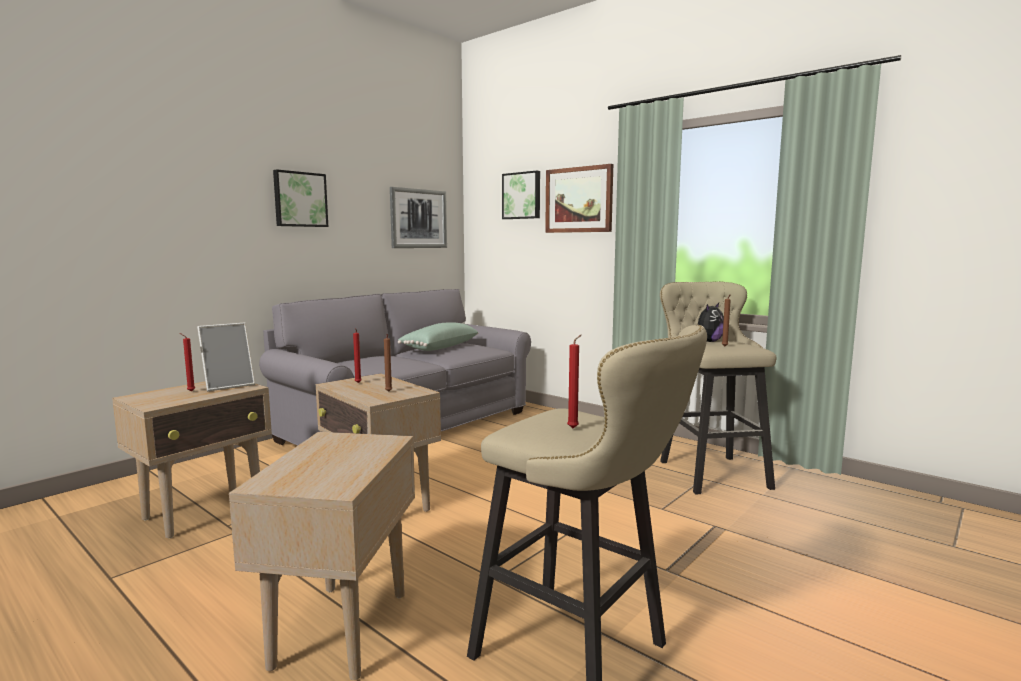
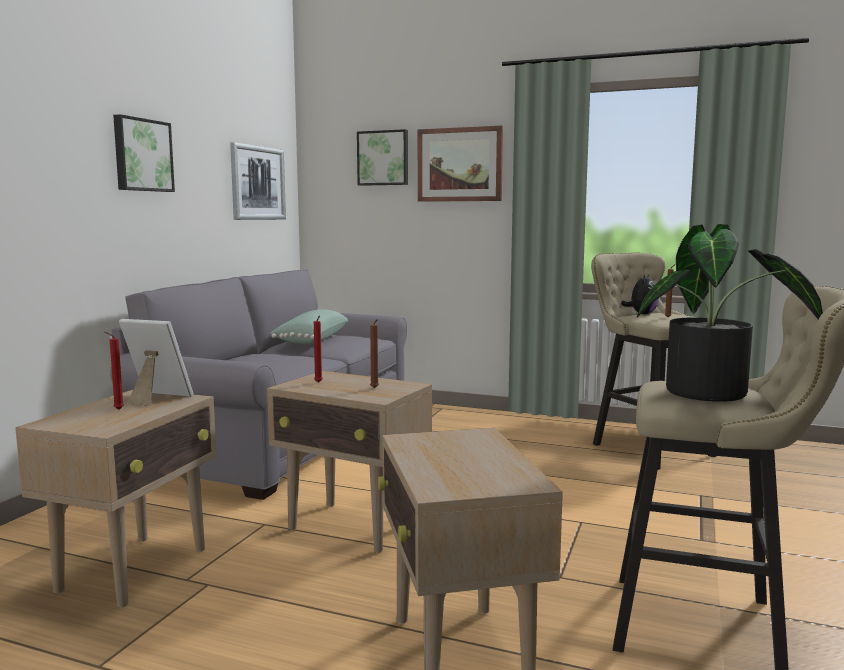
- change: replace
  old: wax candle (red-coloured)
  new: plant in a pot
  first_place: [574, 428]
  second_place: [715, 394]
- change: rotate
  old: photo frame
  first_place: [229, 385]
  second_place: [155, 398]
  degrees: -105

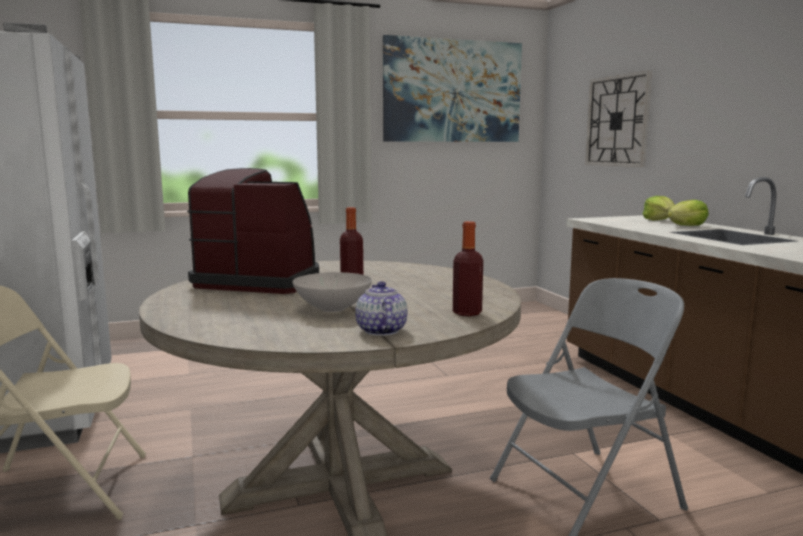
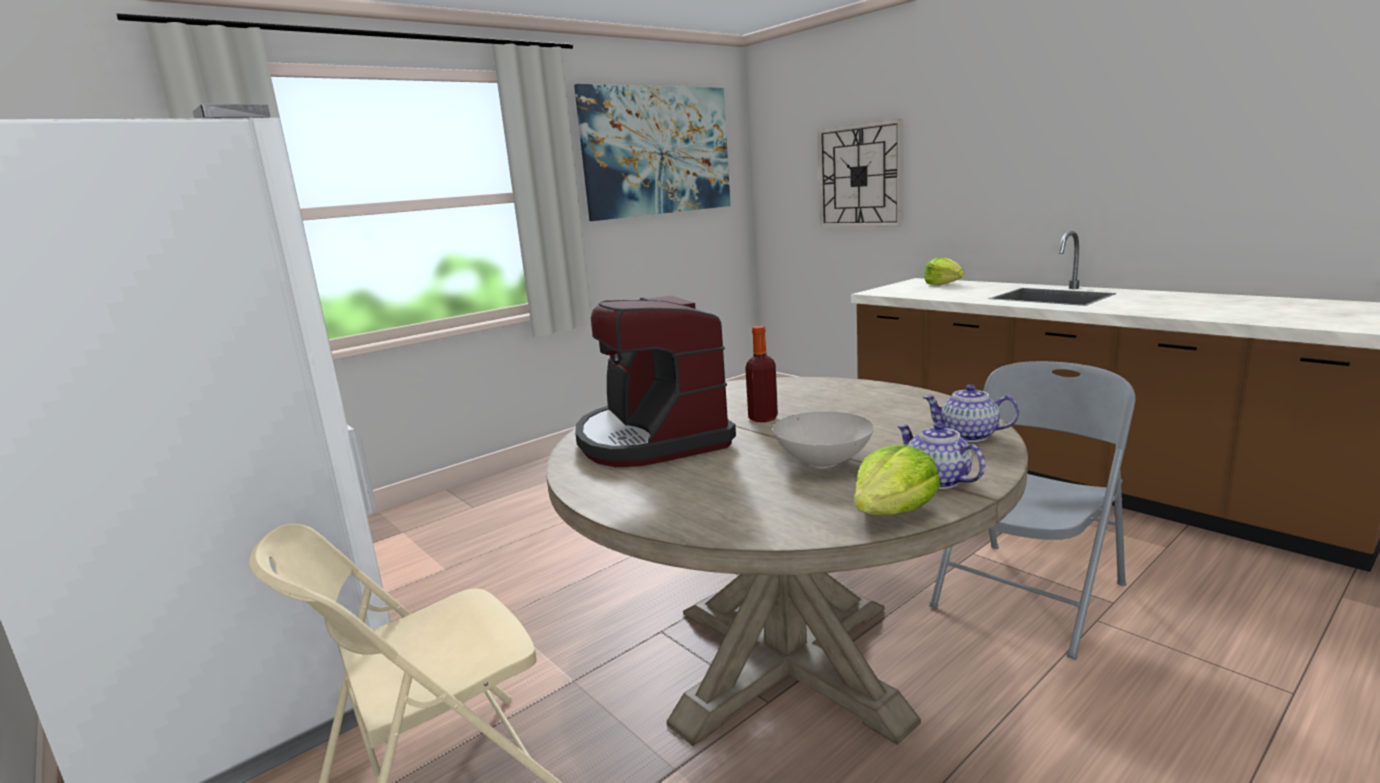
- change: move
  old: lettuce
  first_place: [686, 226]
  second_place: [893, 511]
- change: replace
  old: beverage bottle
  new: tea pot
  first_place: [467, 313]
  second_place: [969, 436]
- change: rotate
  old: coffee machine
  first_place: [260, 281]
  second_place: [652, 439]
  degrees: -105

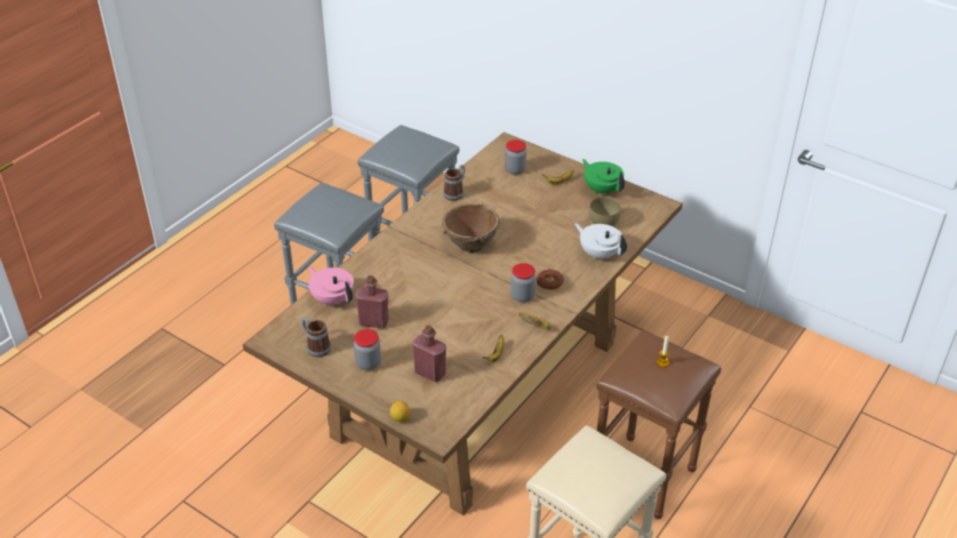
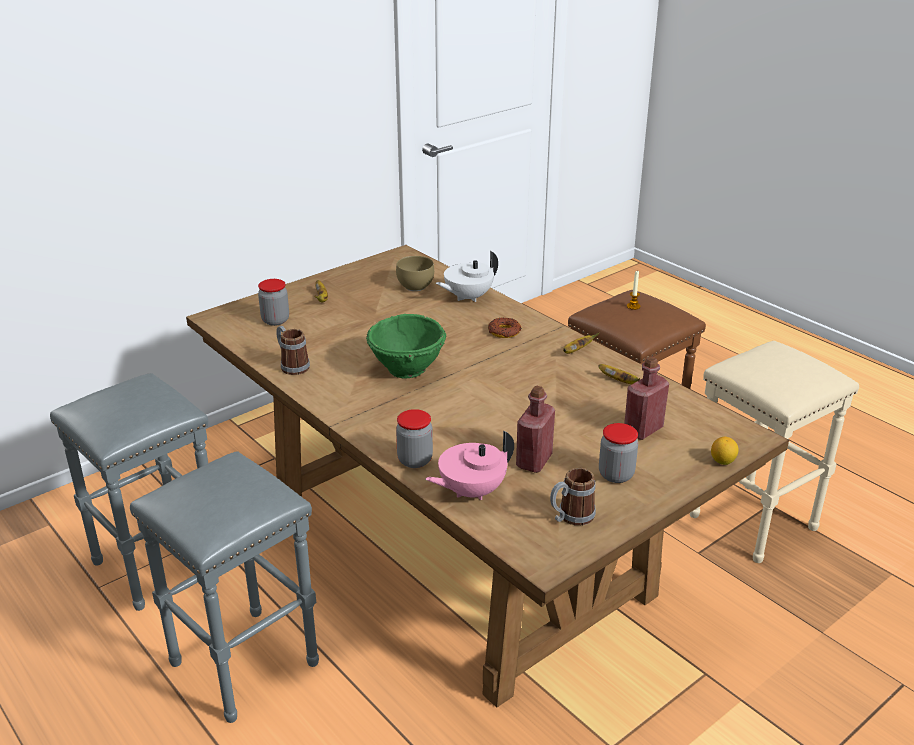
- change: delete
  old: tea pot (greenish)
  first_place: [602, 189]
- change: move
  old: preserve jar
  first_place: [522, 296]
  second_place: [415, 460]
- change: recolor
  old: bowl (brown-coloured)
  new: bowl (greenish)
  first_place: [470, 244]
  second_place: [407, 370]

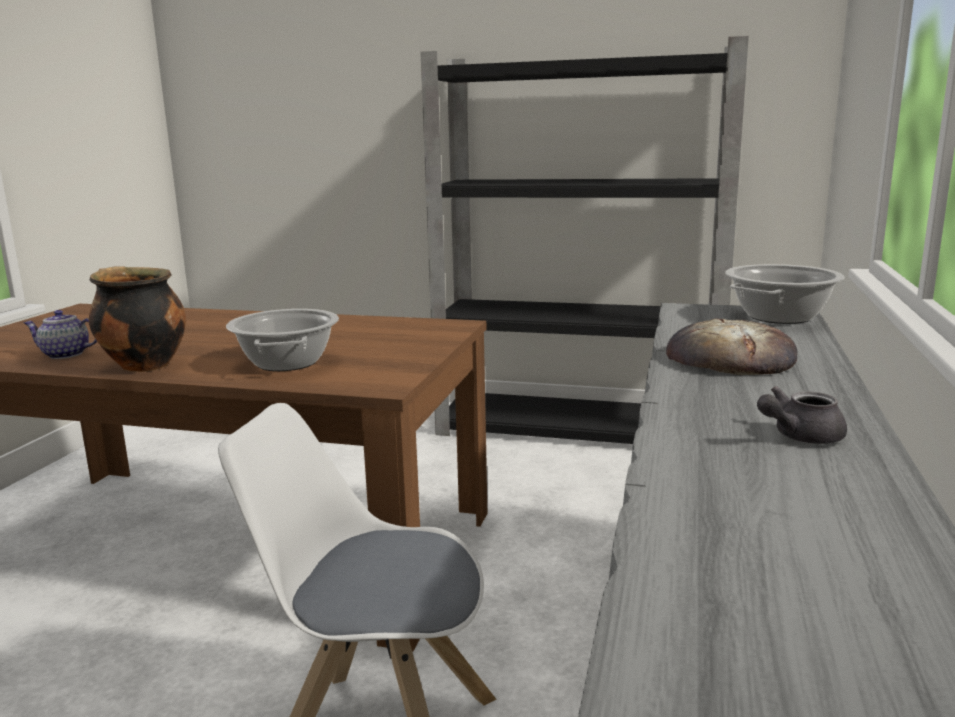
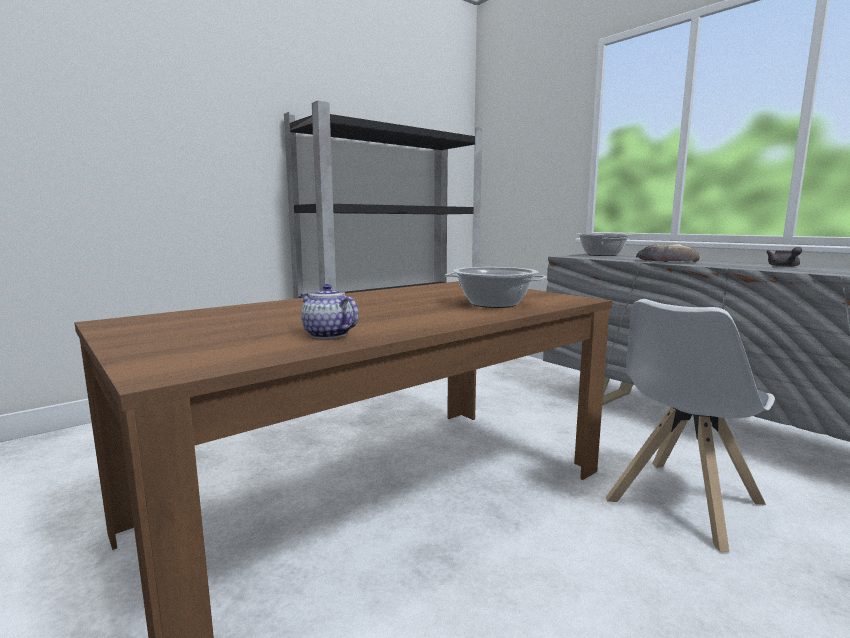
- change: delete
  old: saucepot
  first_place: [143, 365]
- change: rotate
  old: tea pot
  first_place: [64, 354]
  second_place: [327, 334]
  degrees: 90

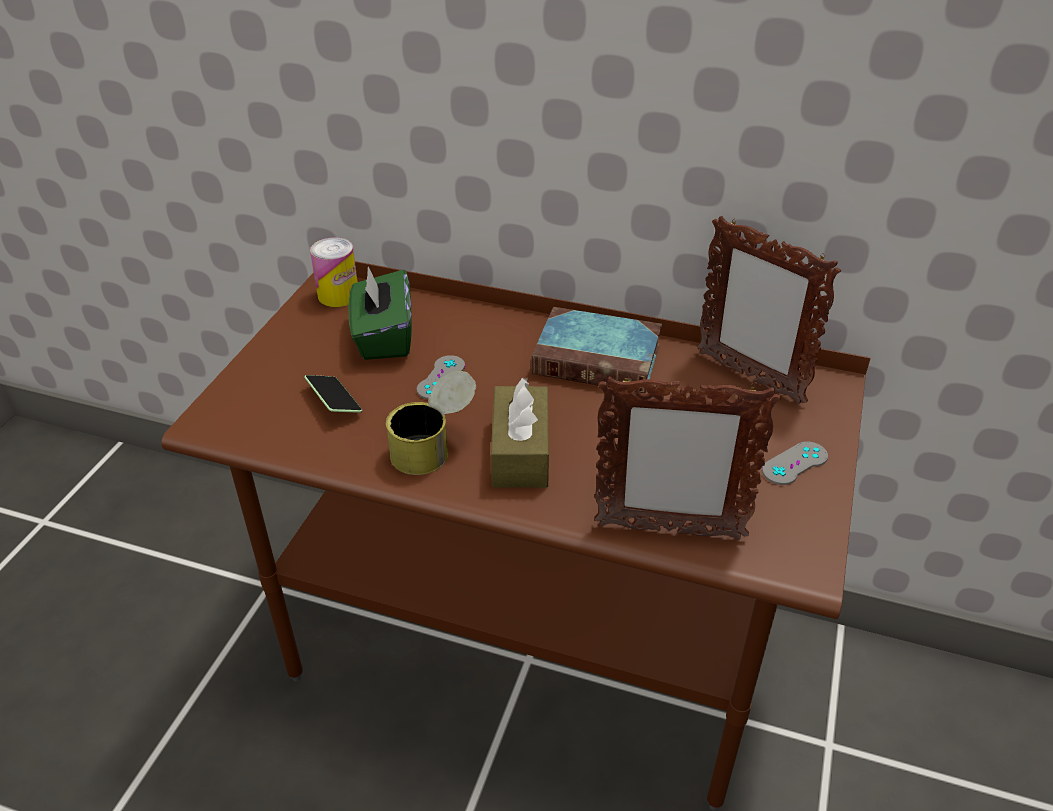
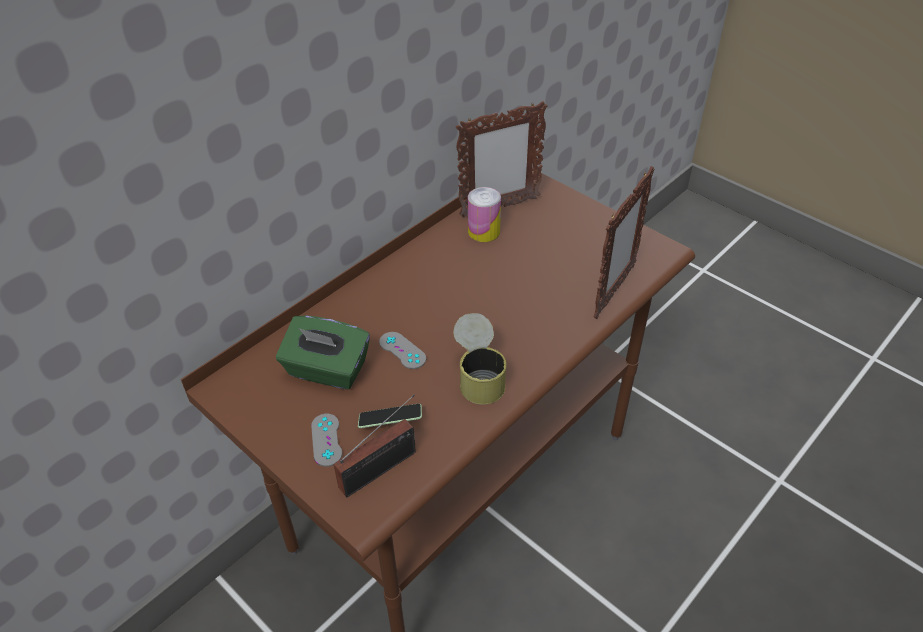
- change: delete
  old: box of tissues (brown-coloured)
  first_place: [520, 452]
- change: delete
  old: volume
  first_place: [600, 358]
- change: insert
  new: radio set
  second_place: [382, 468]
- change: move
  old: metal can
  first_place: [338, 295]
  second_place: [483, 231]
- change: move
  old: joypad (gray)
  first_place: [795, 463]
  second_place: [326, 440]

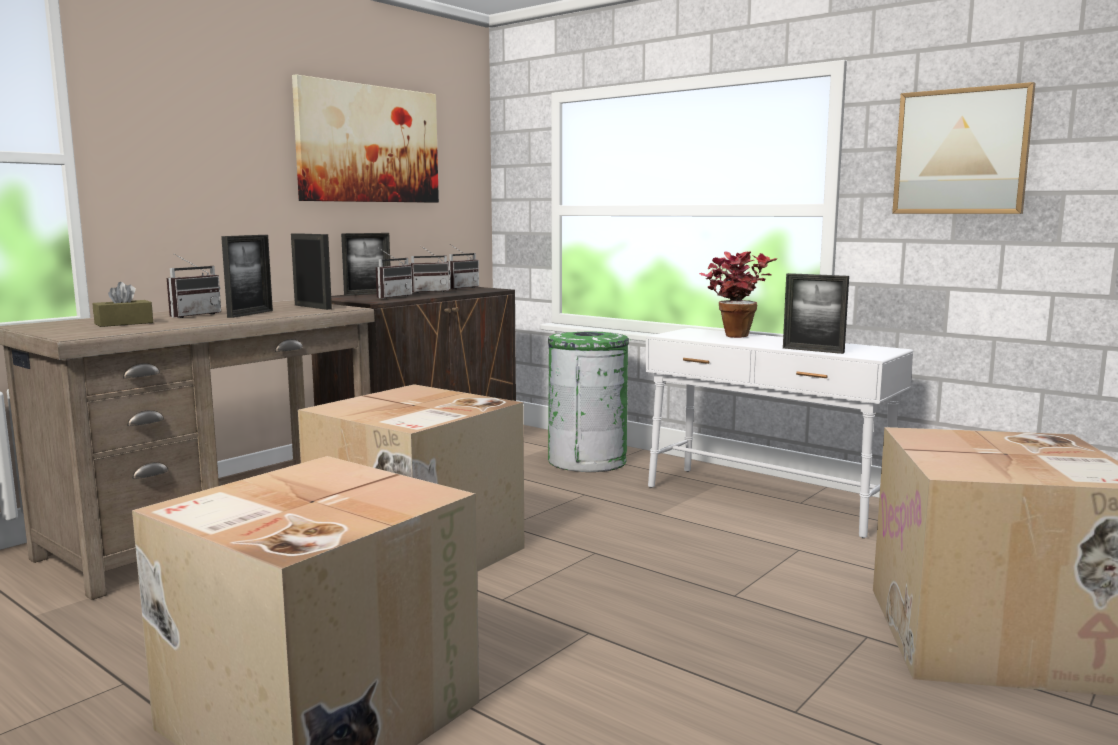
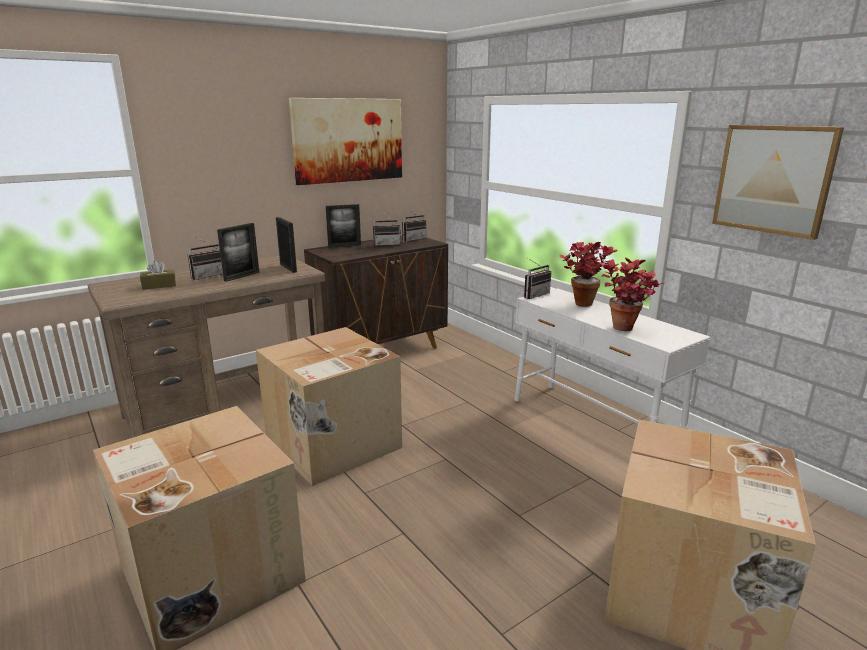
- change: delete
  old: rubbish bin (greenish)
  first_place: [587, 461]
- change: move
  old: radio set
  first_place: [391, 297]
  second_place: [534, 295]
- change: replace
  old: photo frame
  new: plant in a pot
  first_place: [813, 350]
  second_place: [625, 331]

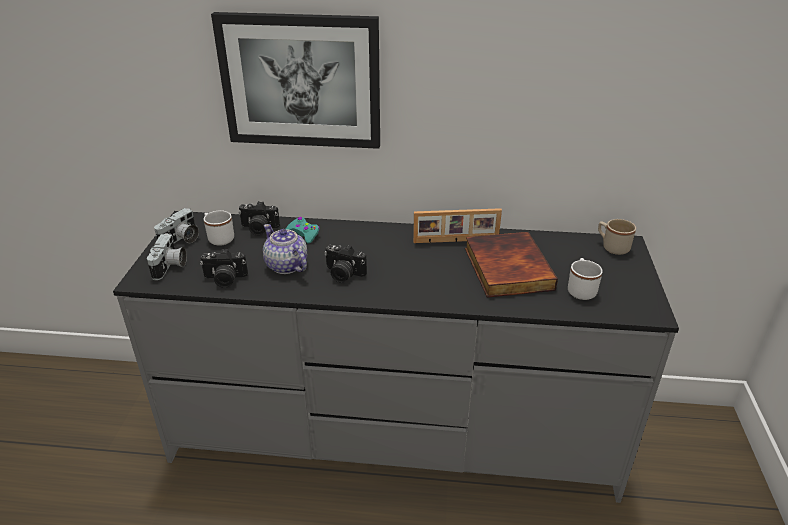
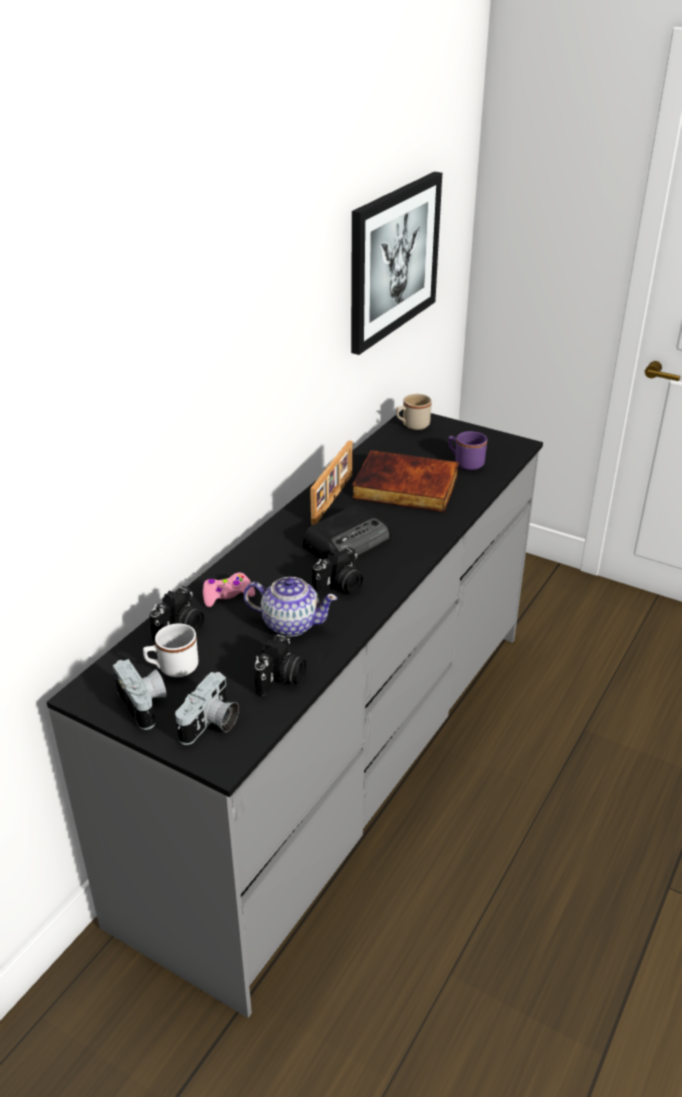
- change: insert
  new: radio set
  second_place: [348, 541]
- change: move
  old: wall picture
  first_place: [301, 81]
  second_place: [393, 260]
- change: recolor
  old: joypad (blue-green)
  new: joypad (pinkish)
  first_place: [304, 234]
  second_place: [227, 595]
- change: recolor
  old: tea mug (white)
  new: tea mug (purple)
  first_place: [581, 289]
  second_place: [465, 463]
- change: rotate
  old: photo camera
  first_place: [170, 267]
  second_place: [211, 725]
  degrees: 90
- change: rotate
  old: tea pot
  first_place: [286, 266]
  second_place: [290, 623]
  degrees: -150

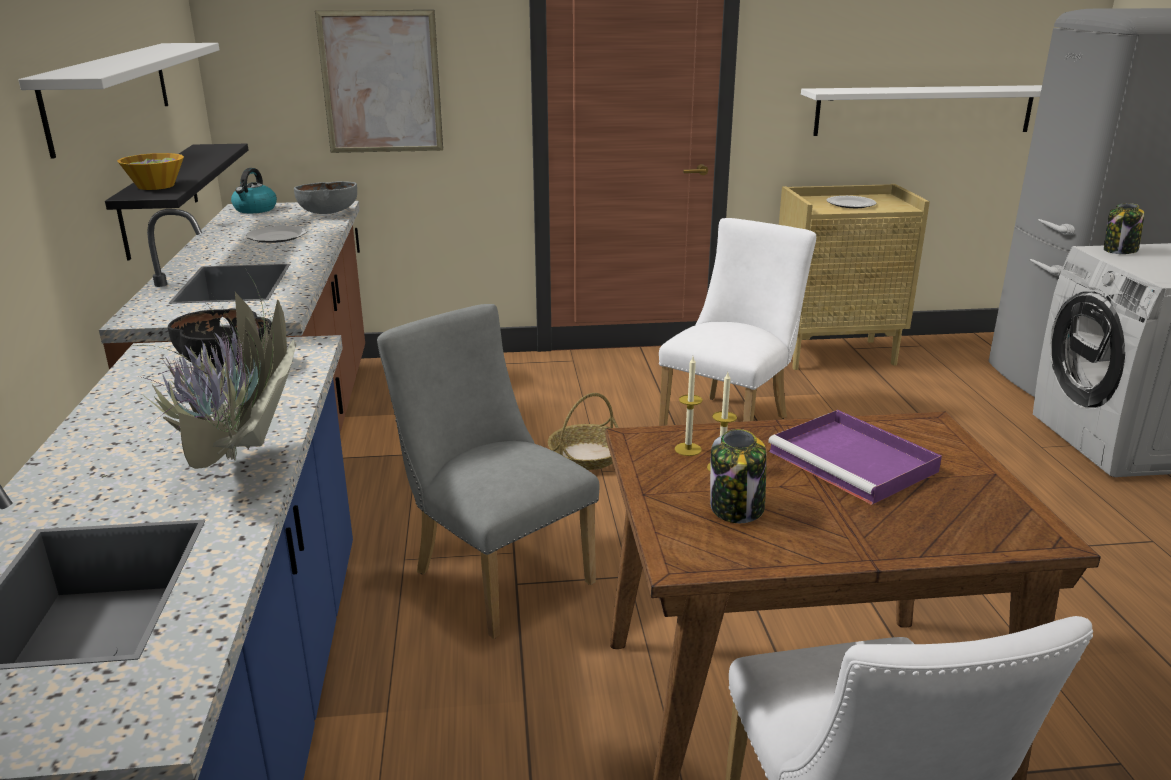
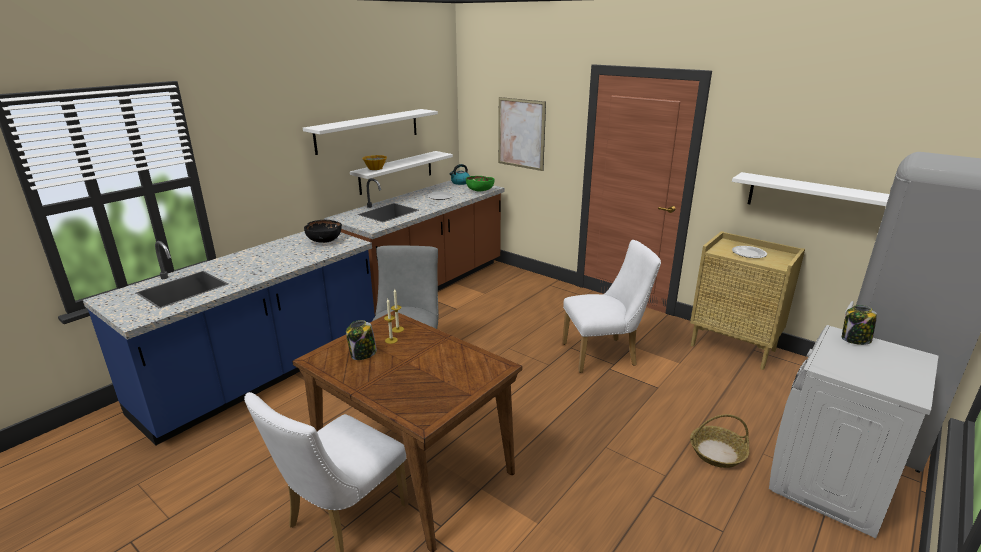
- change: delete
  old: plant in a pot
  first_place: [238, 469]
- change: delete
  old: serving tray (purple)
  first_place: [855, 462]
- change: move
  old: household basket
  first_place: [587, 456]
  second_place: [717, 453]
- change: recolor
  old: shelf (blackish)
  new: shelf (white)
  first_place: [160, 198]
  second_place: [396, 172]
- change: recolor
  old: bowl (gray)
  new: bowl (greenish)
  first_place: [328, 213]
  second_place: [479, 191]

